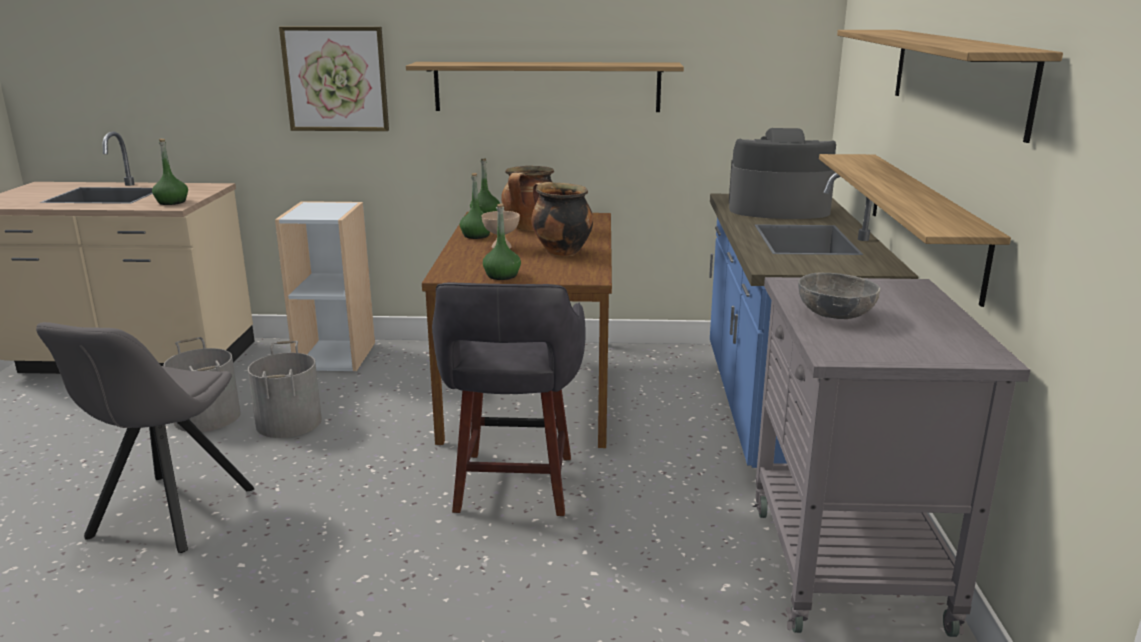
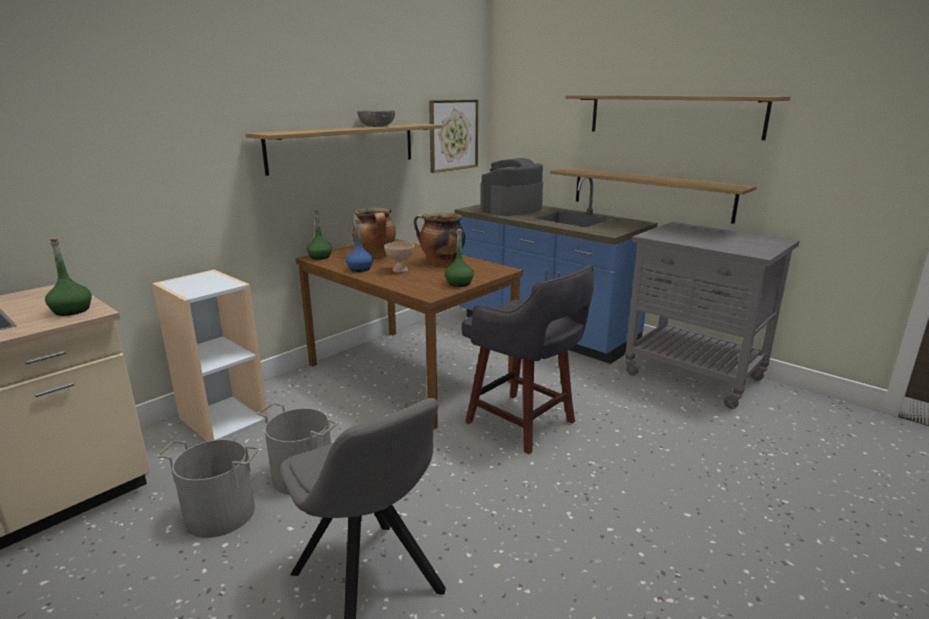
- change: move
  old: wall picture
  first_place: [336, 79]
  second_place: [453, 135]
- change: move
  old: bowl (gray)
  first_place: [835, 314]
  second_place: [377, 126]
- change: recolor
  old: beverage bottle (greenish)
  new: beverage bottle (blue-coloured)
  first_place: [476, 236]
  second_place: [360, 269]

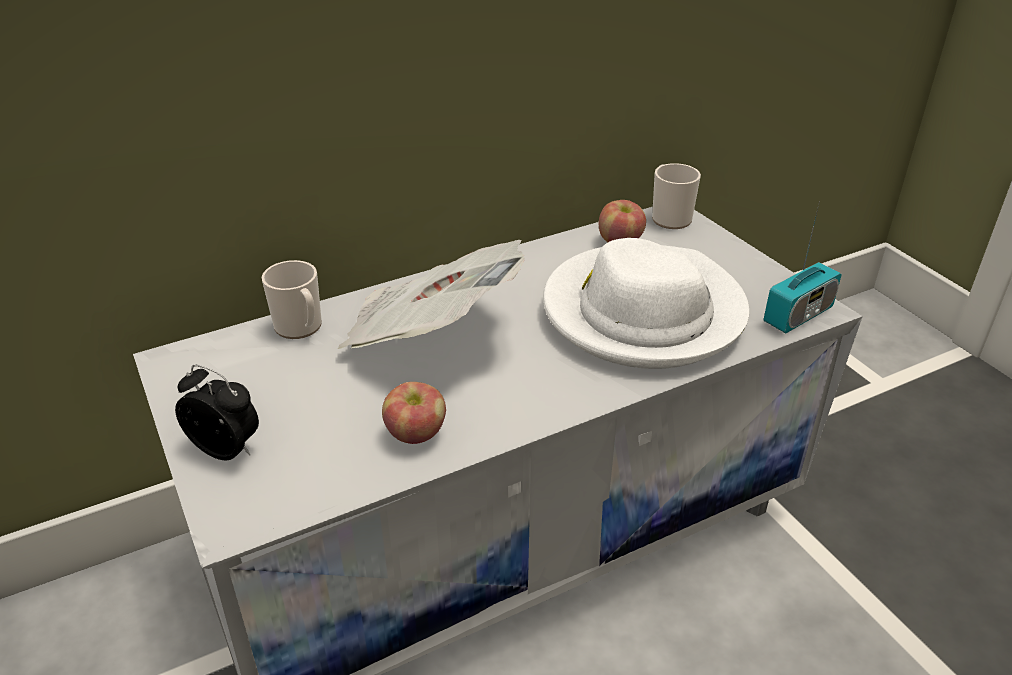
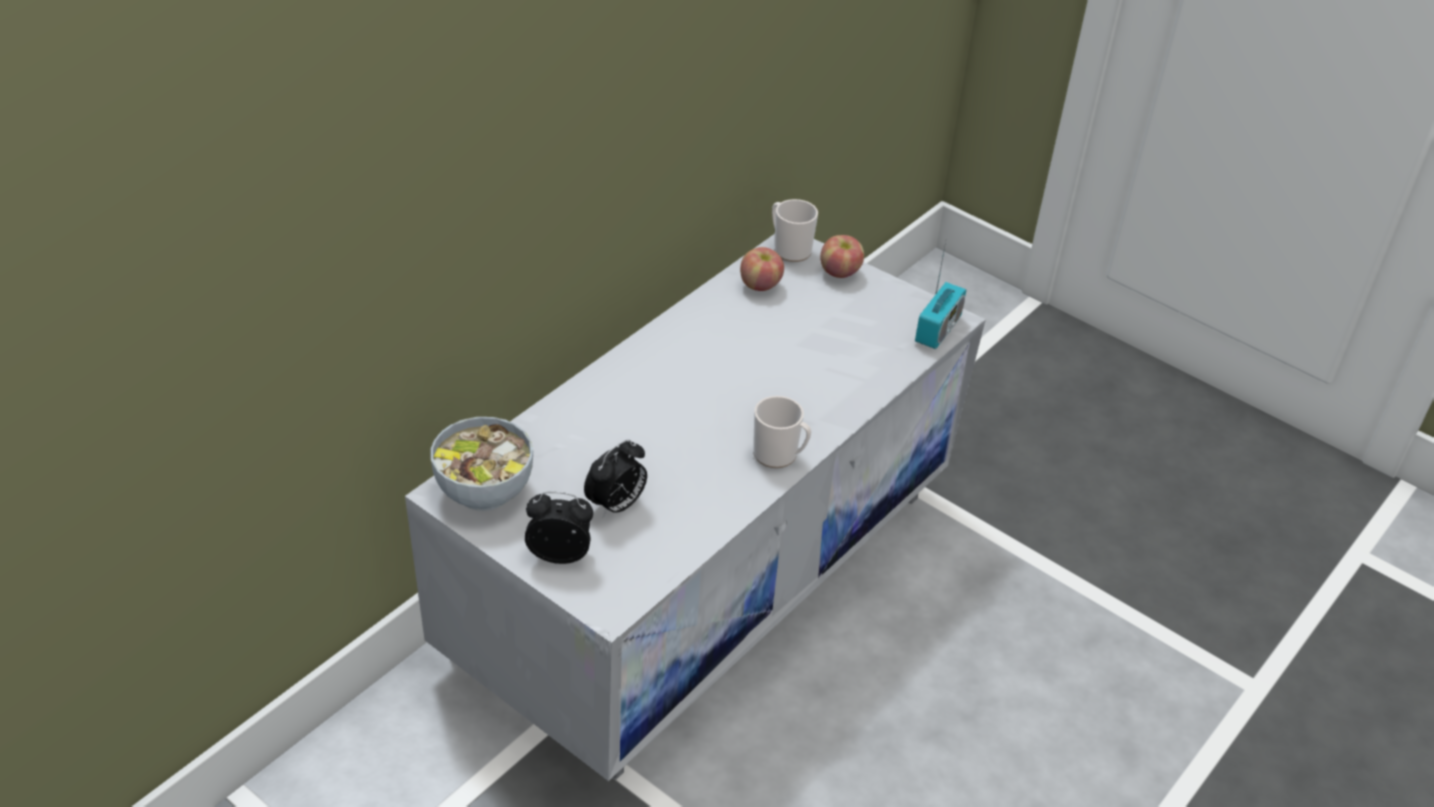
- change: delete
  old: printed paper
  first_place: [430, 335]
- change: delete
  old: wearable hat (white)
  first_place: [642, 312]
- change: insert
  new: bowl
  second_place: [483, 491]
- change: insert
  new: table clock
  second_place: [616, 505]
- change: move
  old: tea mug
  first_place: [301, 328]
  second_place: [779, 455]
- change: move
  old: apple
  first_place: [416, 434]
  second_place: [840, 272]

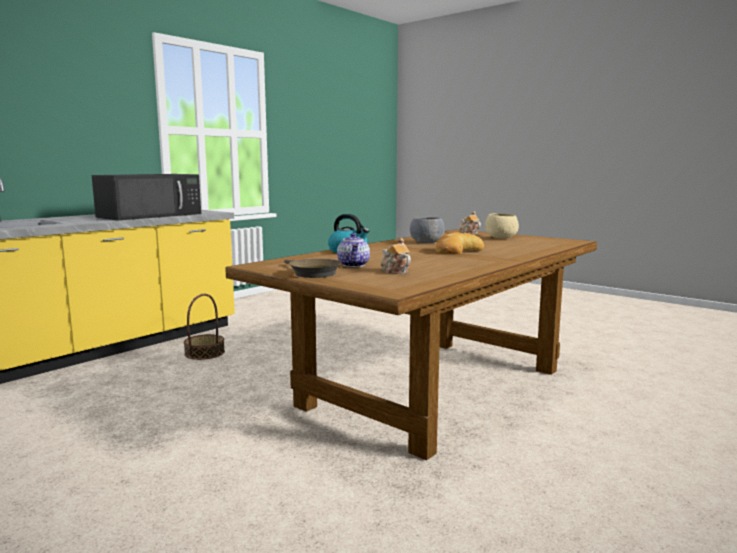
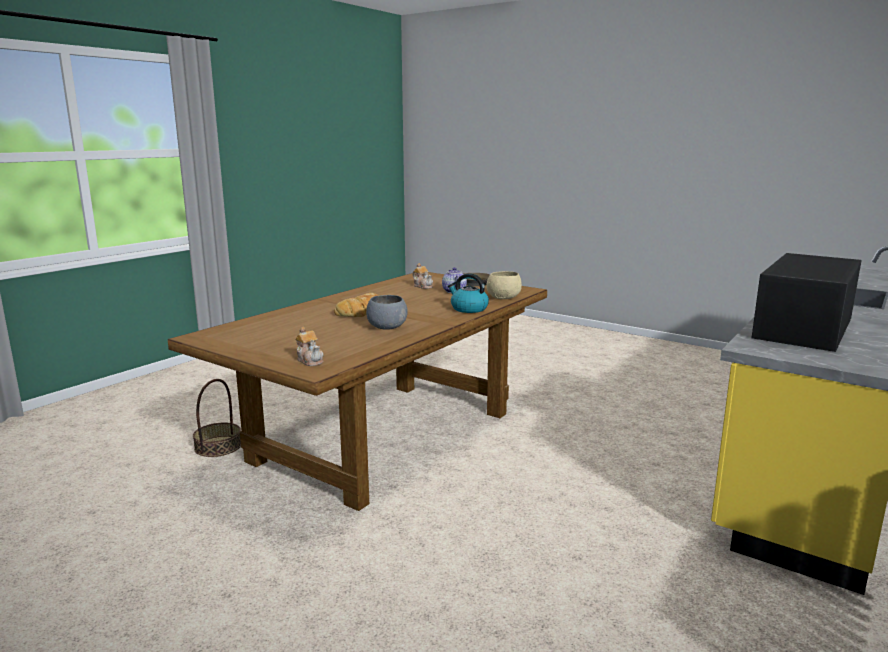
- change: move
  old: household basket
  first_place: [204, 353]
  second_place: [218, 446]
- change: move
  old: bowl (beige-coloured)
  first_place: [501, 238]
  second_place: [503, 298]

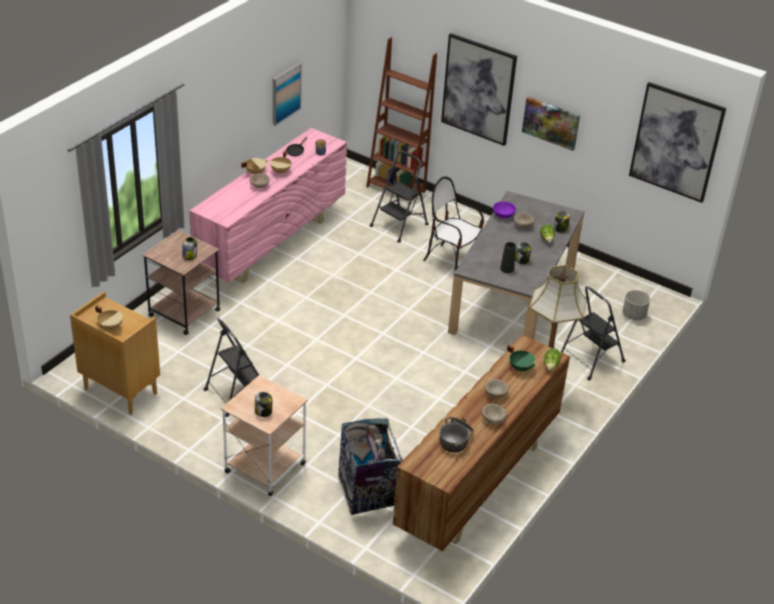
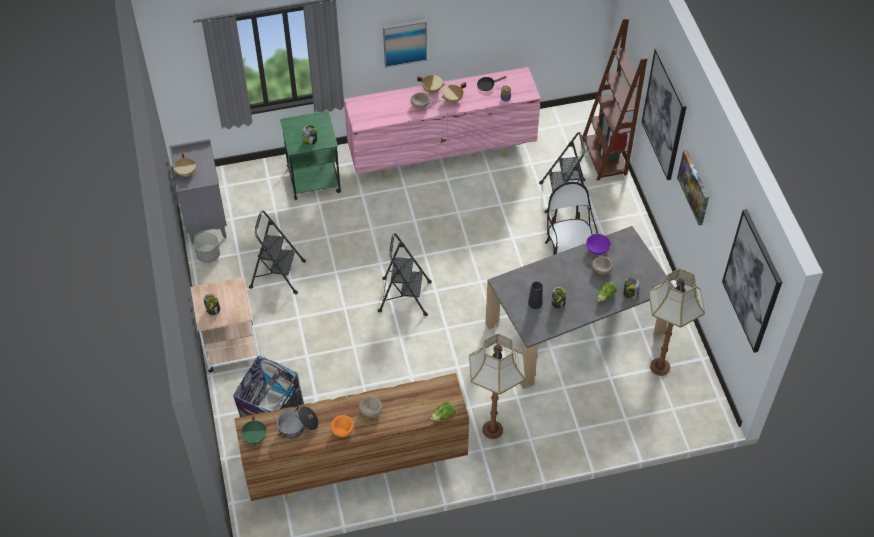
- change: insert
  new: standard lamp
  second_place: [660, 367]
- change: move
  old: wall picture
  first_place: [285, 93]
  second_place: [405, 42]
- change: move
  old: saucepot (greenish)
  first_place: [521, 368]
  second_place: [255, 437]
- change: move
  old: step stool (blackish)
  first_place: [590, 359]
  second_place: [403, 296]
- change: move
  old: planter (gray)
  first_place: [634, 315]
  second_place: [208, 255]
- change: recolor
  old: cabinet (brown-coloured)
  new: cabinet (gray)
  first_place: [120, 391]
  second_place: [205, 219]
- change: recolor
  old: trolley (brown-coloured)
  new: trolley (greenish)
  first_place: [185, 312]
  second_place: [314, 179]
- change: recolor
  old: bowl (beige-coloured)
  new: bowl (orange-coloured)
  first_place: [493, 420]
  second_place: [342, 430]

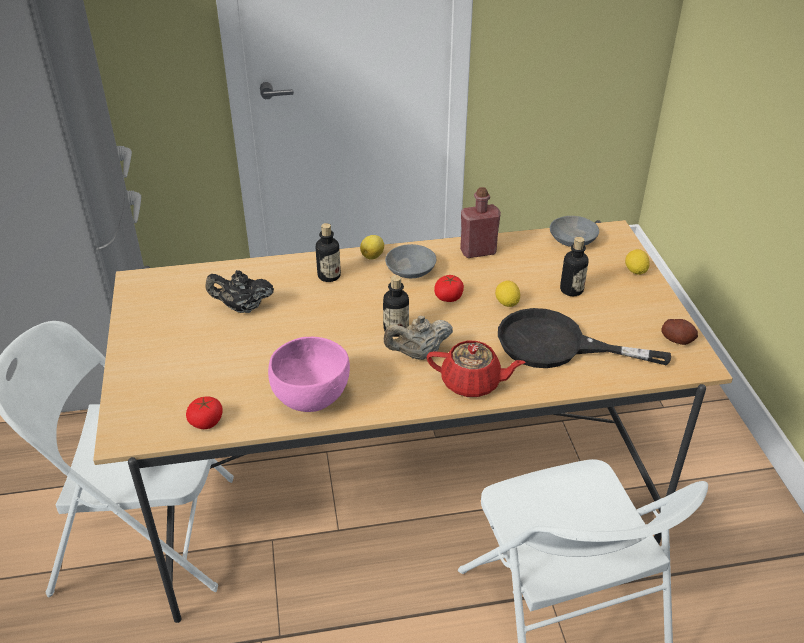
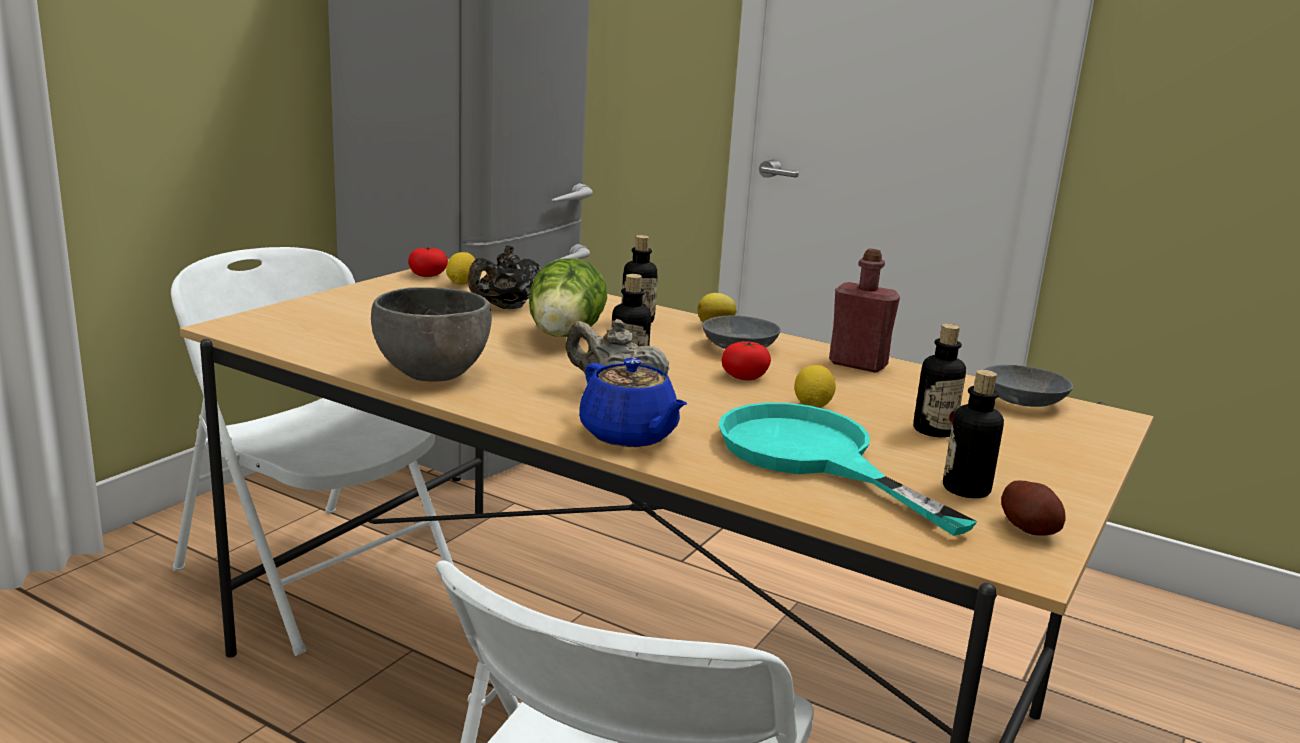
- change: insert
  new: lettuce
  second_place: [564, 337]
- change: insert
  new: beverage bottle
  second_place: [966, 489]
- change: move
  old: tomato
  first_place: [206, 421]
  second_place: [427, 275]
- change: move
  old: whole lemon
  first_place: [635, 271]
  second_place: [461, 283]
- change: recolor
  old: bowl (pinkish)
  new: bowl (gray)
  first_place: [312, 398]
  second_place: [434, 373]
- change: recolor
  old: tea pot (red-coloured)
  new: tea pot (blue-coloured)
  first_place: [472, 383]
  second_place: [629, 435]
- change: recolor
  old: frying pan (blackish)
  new: frying pan (blue-green)
  first_place: [557, 345]
  second_place: [812, 457]
- change: rotate
  old: tea pot (blackish)
  first_place: [242, 308]
  second_place: [505, 307]
  degrees: -90

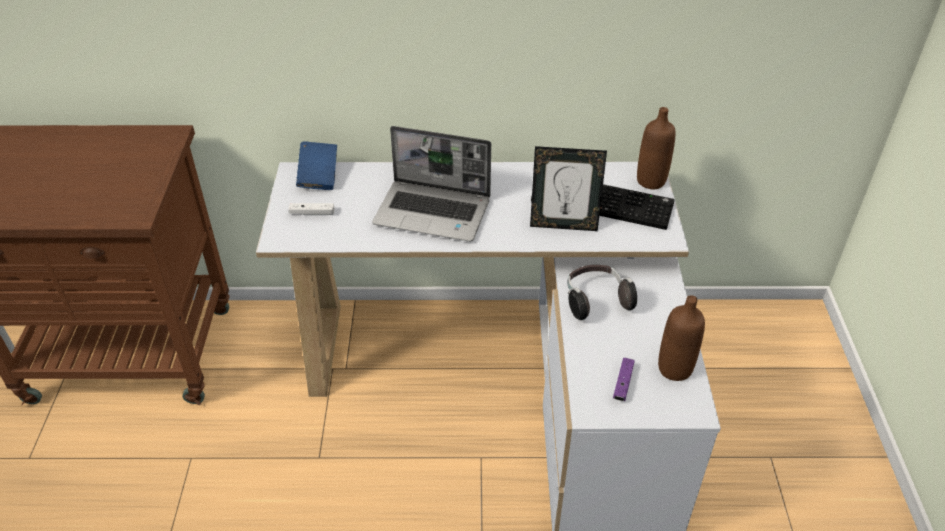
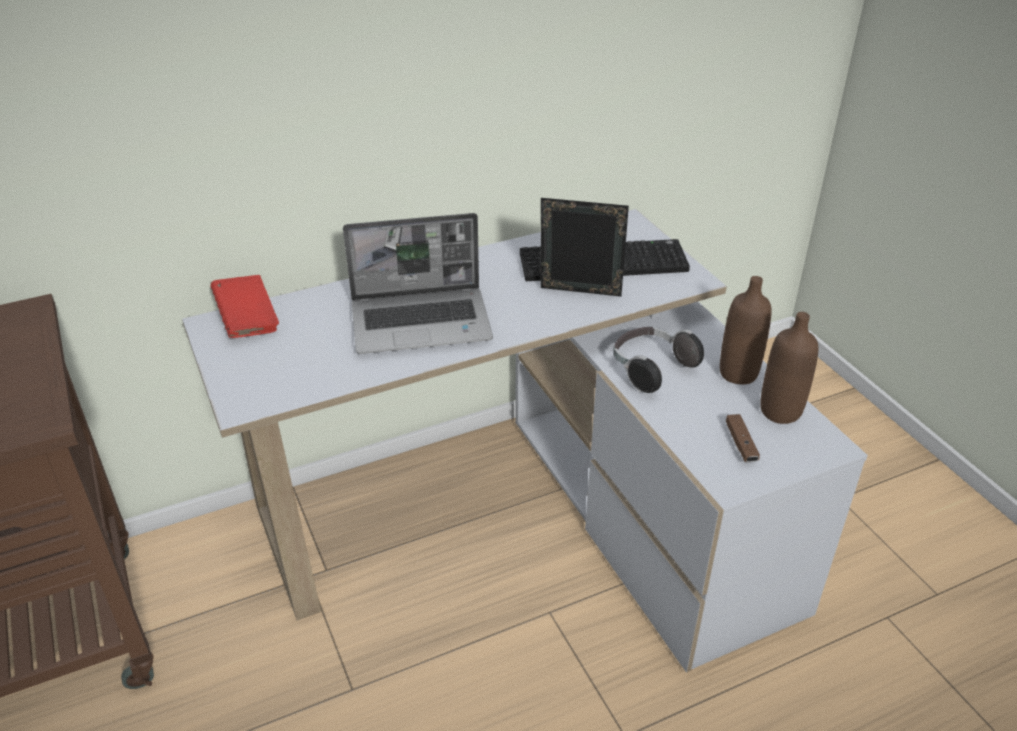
- change: delete
  old: joypad (white)
  first_place: [312, 213]
- change: move
  old: beverage bottle (brown-coloured)
  first_place: [651, 181]
  second_place: [738, 373]
- change: recolor
  old: volume (blue-coloured)
  new: volume (red-coloured)
  first_place: [319, 177]
  second_place: [248, 321]
- change: recolor
  old: joypad (purple)
  new: joypad (brown-coloured)
  first_place: [623, 383]
  second_place: [741, 444]
- change: rotate
  old: photo frame
  first_place: [563, 225]
  second_place: [579, 295]
  degrees: -150

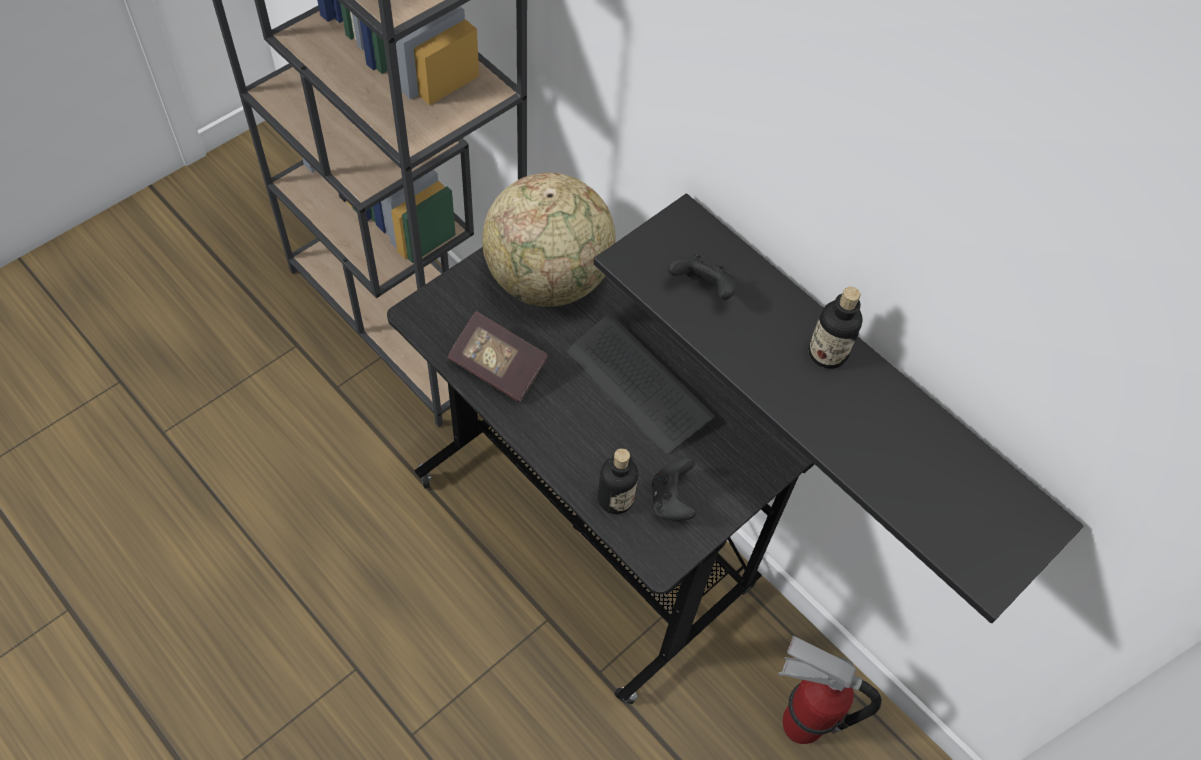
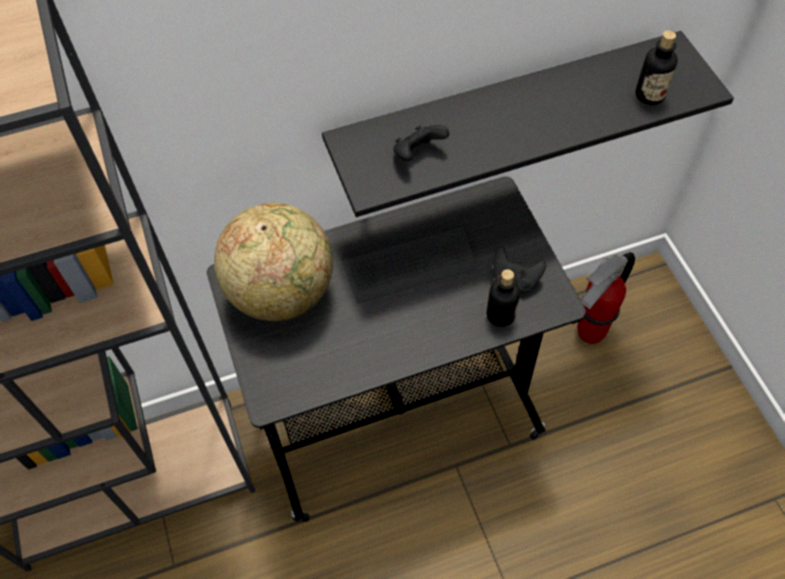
- change: delete
  old: volume
  first_place: [497, 367]
- change: move
  old: beverage bottle
  first_place: [827, 353]
  second_place: [649, 95]

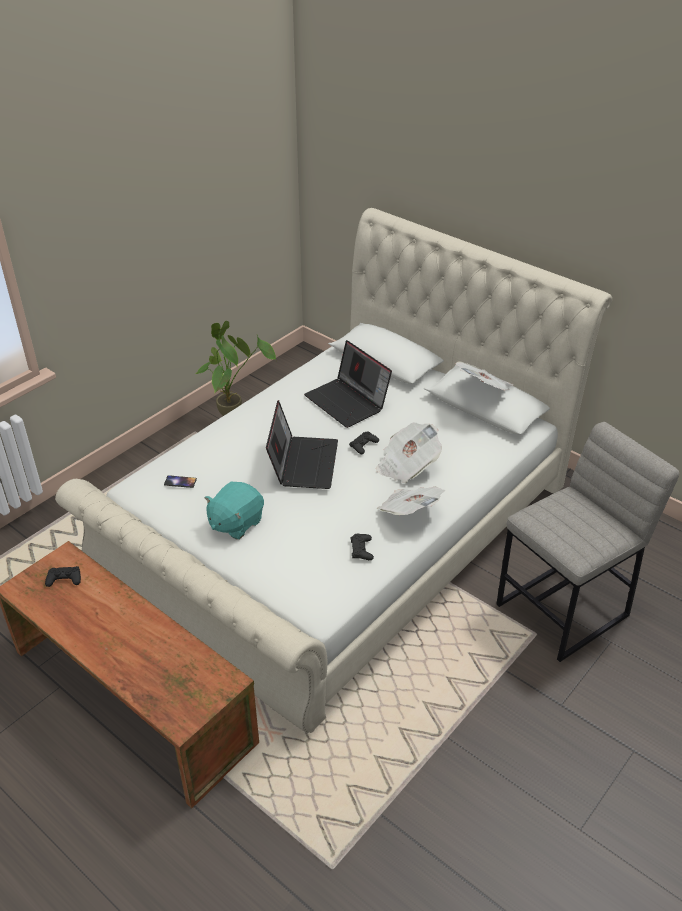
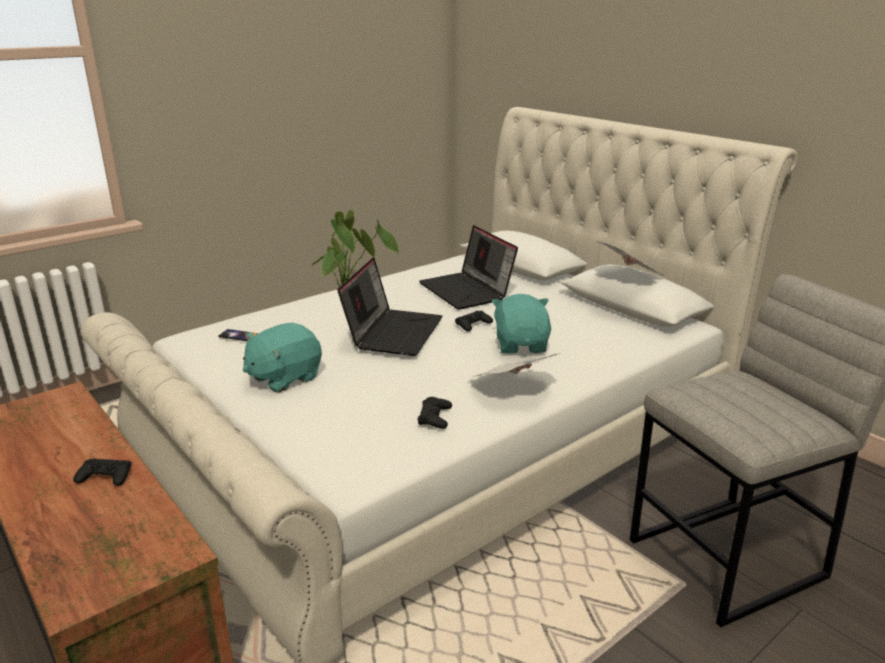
- change: move
  old: joypad (blackish)
  first_place: [64, 579]
  second_place: [105, 477]
- change: replace
  old: printed paper
  new: soft toy (blue-green)
  first_place: [407, 465]
  second_place: [521, 345]

